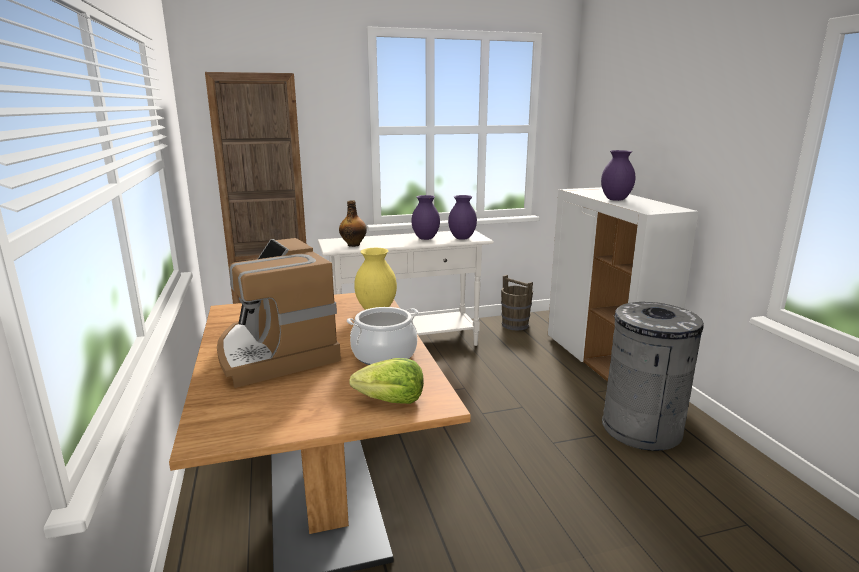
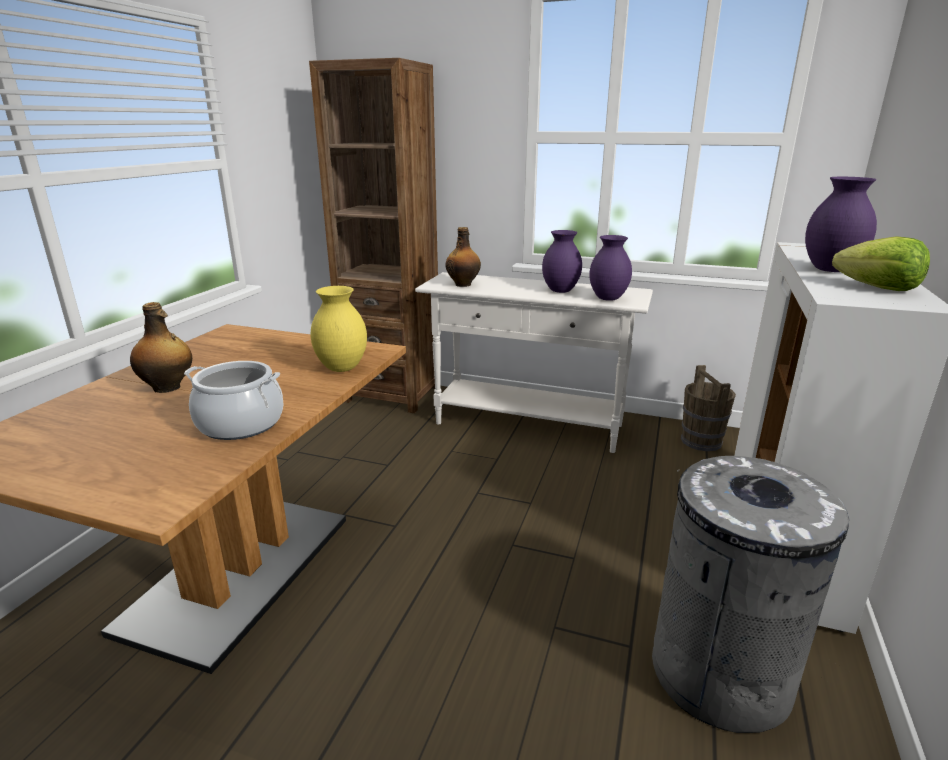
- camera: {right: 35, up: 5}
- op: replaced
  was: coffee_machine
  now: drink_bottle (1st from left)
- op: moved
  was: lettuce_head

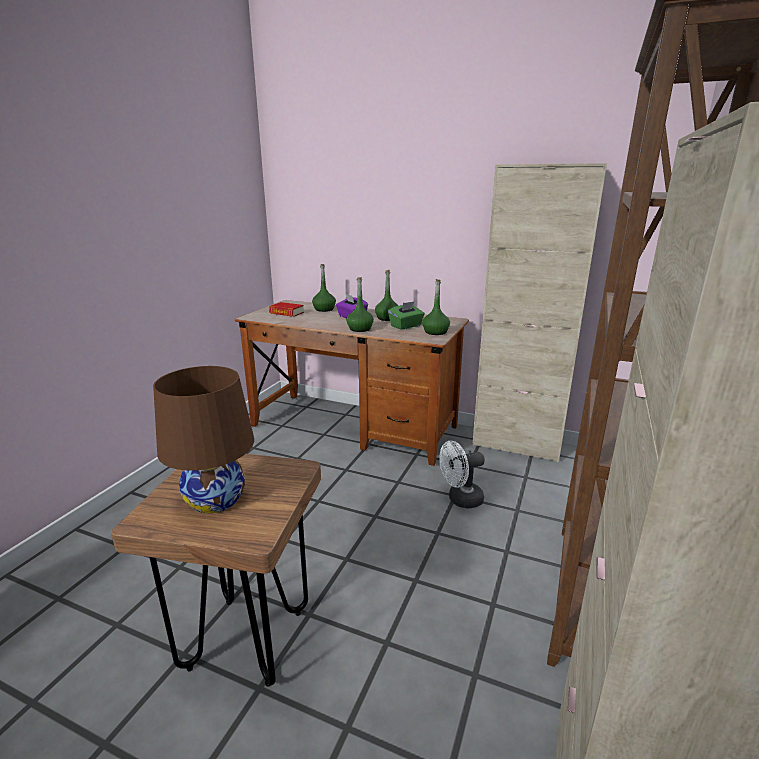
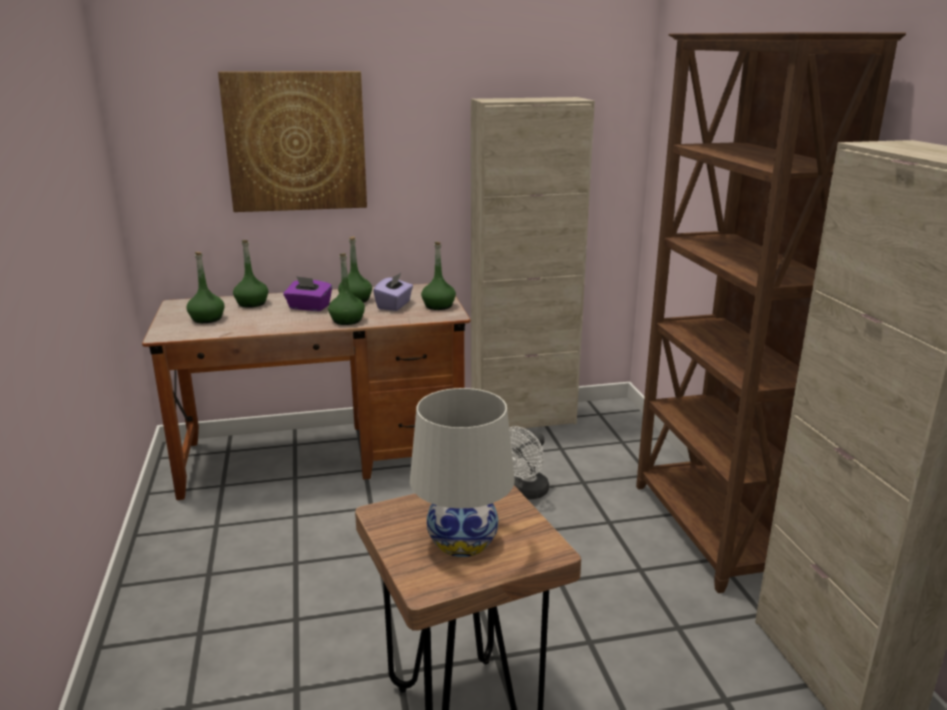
- camera: {right: -35, up: 0}
- op: recoloured
  was: brownish_table_lamp
  now: whitish_table_lamp
- op: replaced
  was: volume
  now: green-coloured_drink_bottle (1st from left)
- op: recoloured
  was: green-coloured_tissue_box
  now: purple-coloured_tissue_box (2nd from left)
- op: added
  now: wall_picture

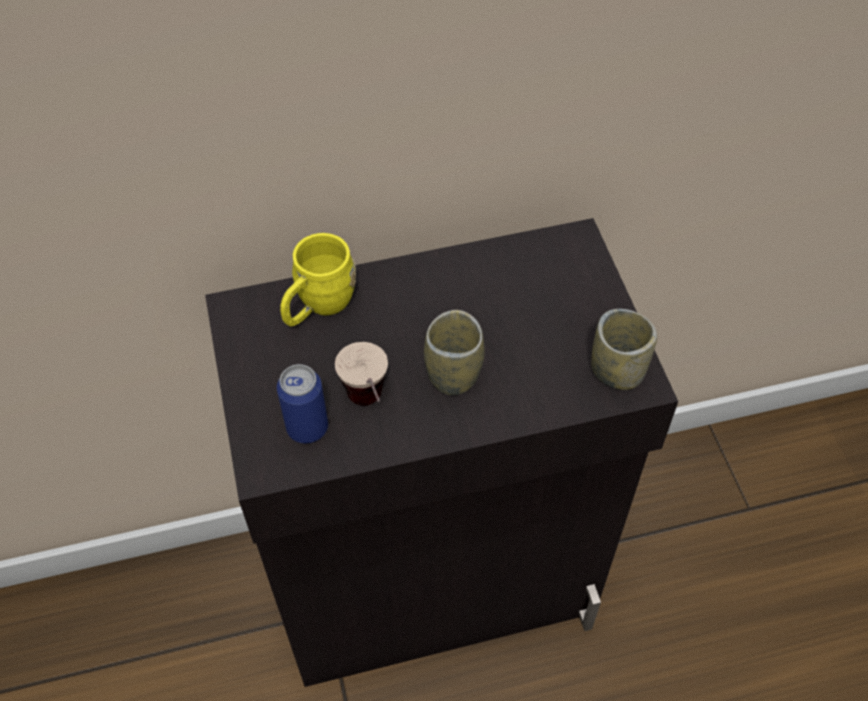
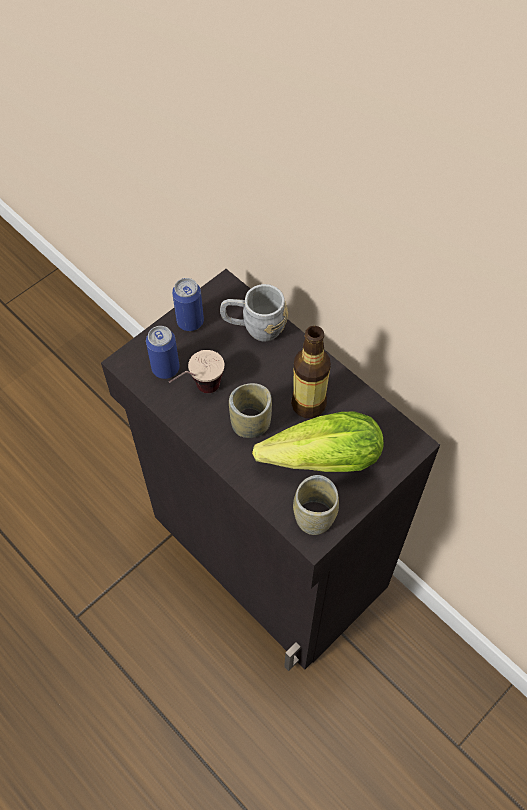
- camera: {right: 60, up: 5}
- op: recoloured
  was: yellowish_coffee_mug
  now: greyish_coffee_mug
- op: added
  now: metal_can (2nd from left)
- op: added
  now: lettuce_head
- op: added
  now: drink_bottle

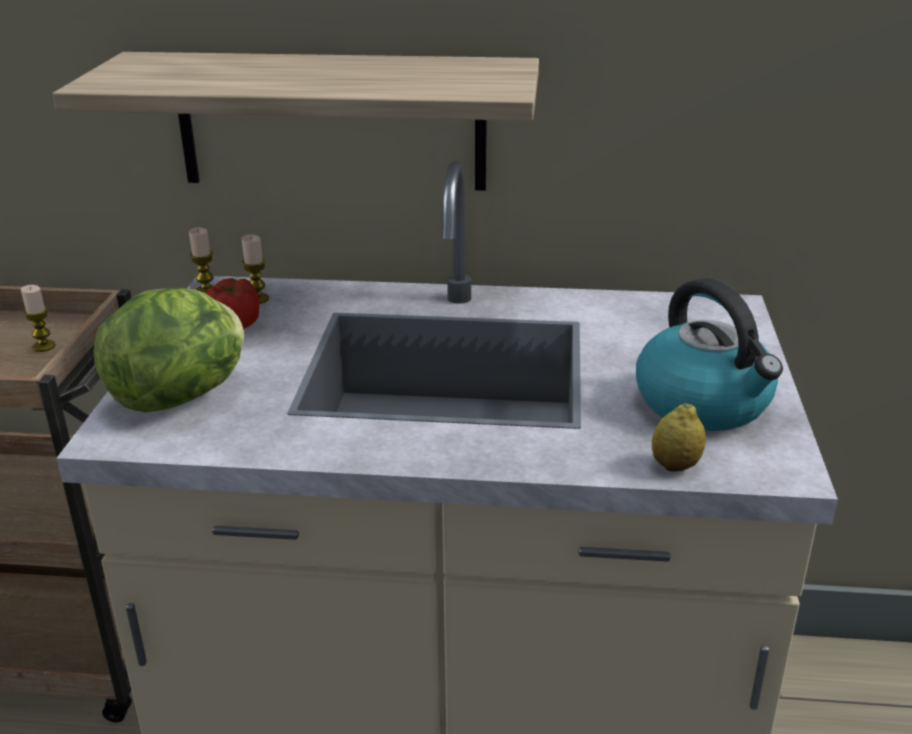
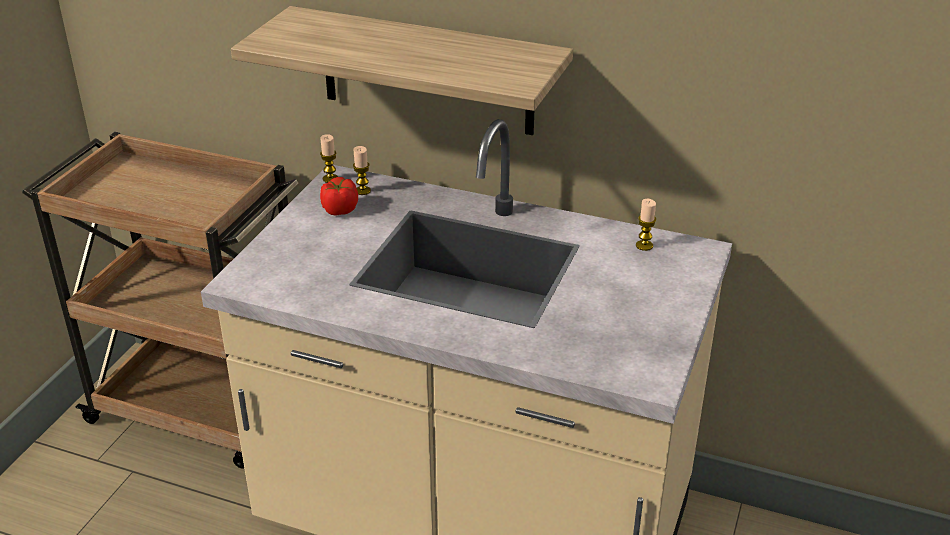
- camera: {right: 15, up: 5}
- op: moved
  was: wax_candle (1st from left in the first image)
  now: wax_candle (3rd from left)
- op: removed
  was: lettuce_head
- op: removed
  was: tea_kettle
- op: removed
  was: whole_lemon

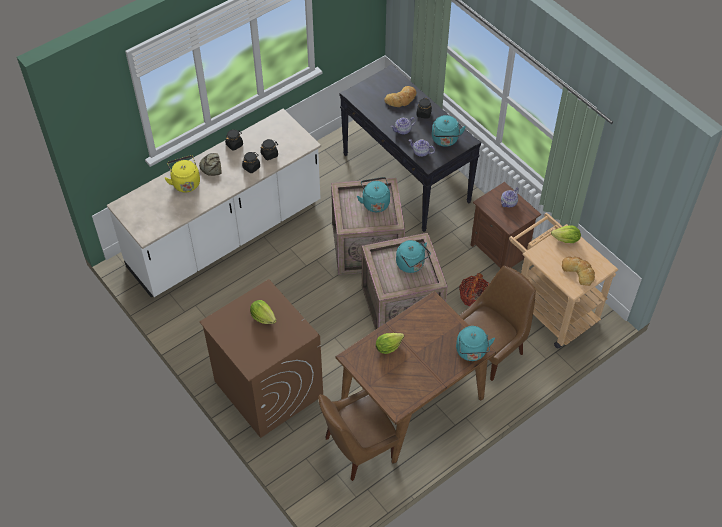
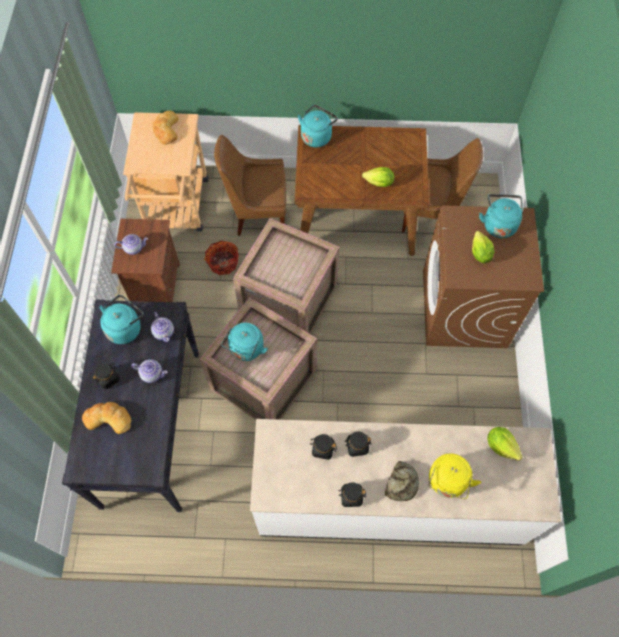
- camera: {right: -140, up: 10}
- op: moved
  was: turquoise-coloured_tea_kettle (2nd from left in the first image)
  now: turquoise-coloured_tea_kettle (4th from left)
- op: moved
  was: lettuce_head (3rd from left)

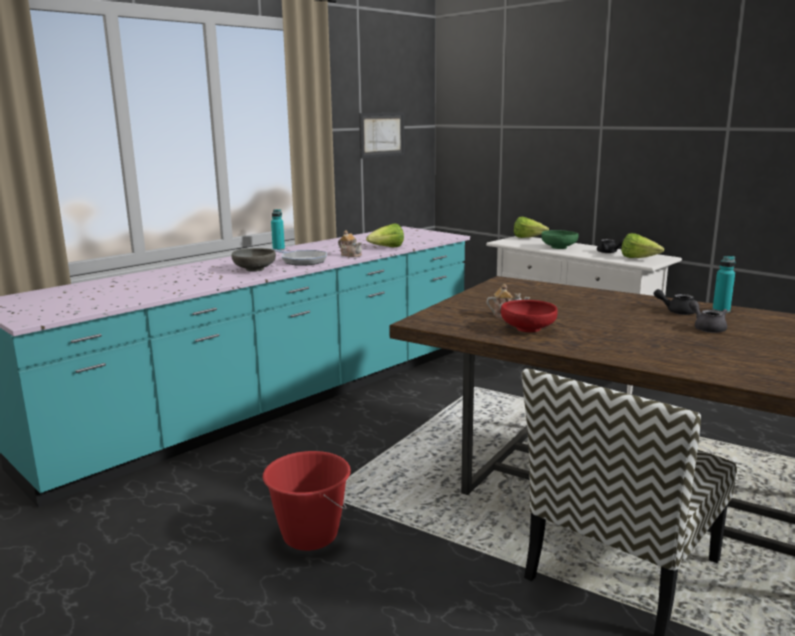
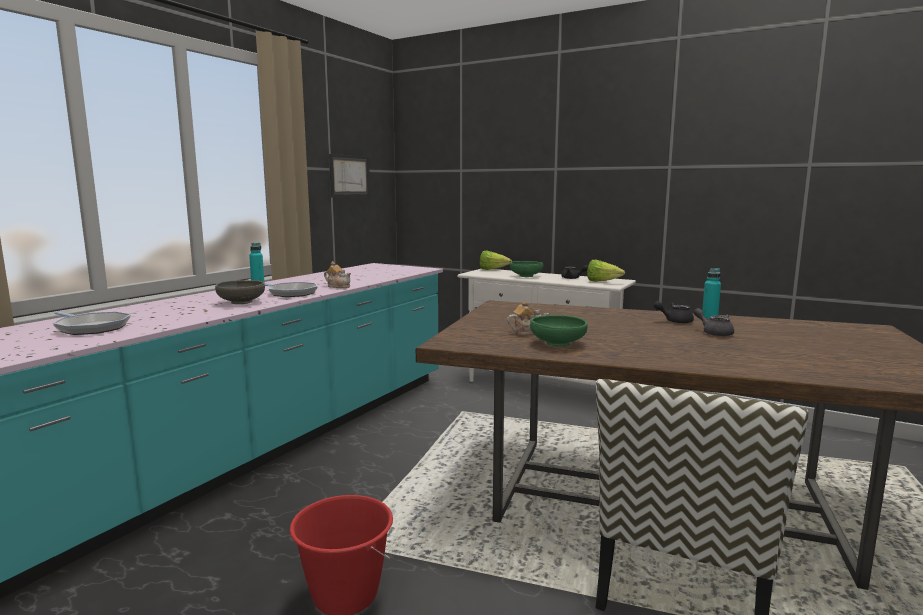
- camera: {right: -15, up: -5}
- op: removed
  was: lettuce_head (1st from left)
- op: recoloured
  was: red_serving_bowl
  now: green-coloured_serving_bowl (2nd from left)
- op: added
  now: skillet (1st from left)

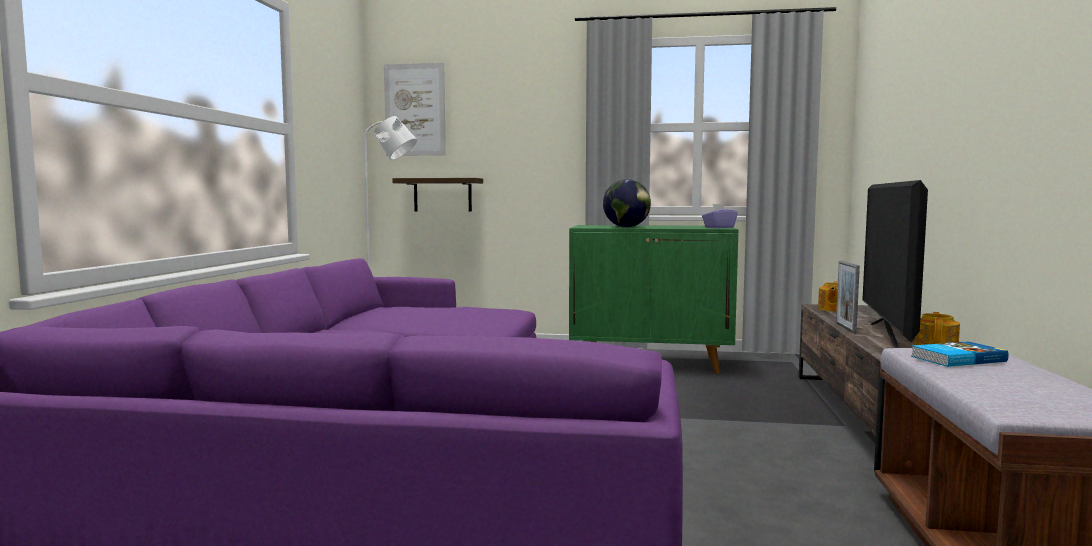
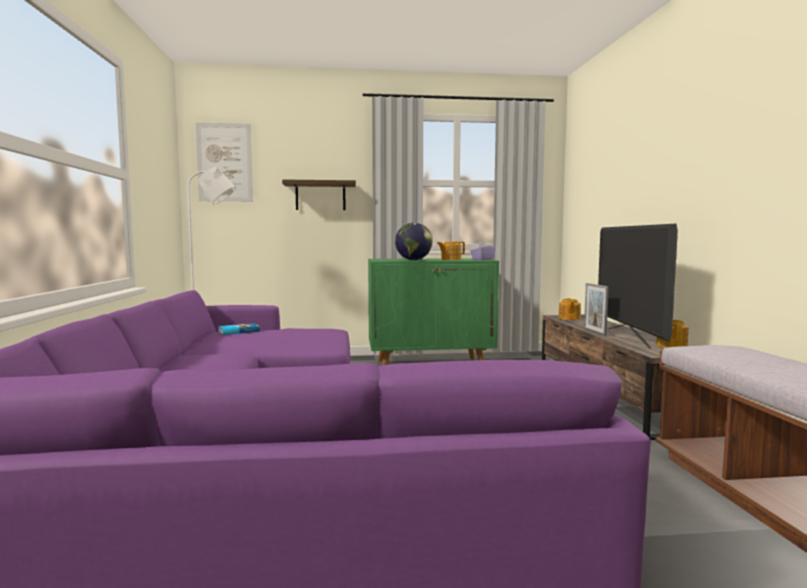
- camera: {right: -15, up: 0}
- op: moved
  was: bracket_shelf
- op: moved
  was: volume
- op: added
  now: teapot (1st from left)

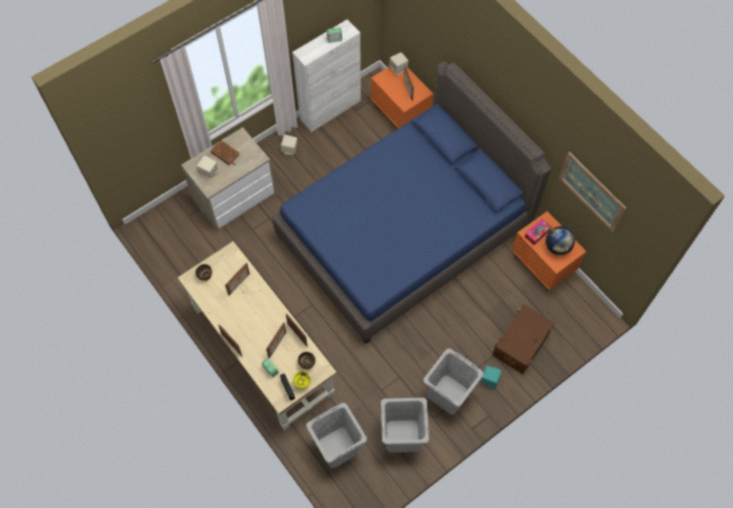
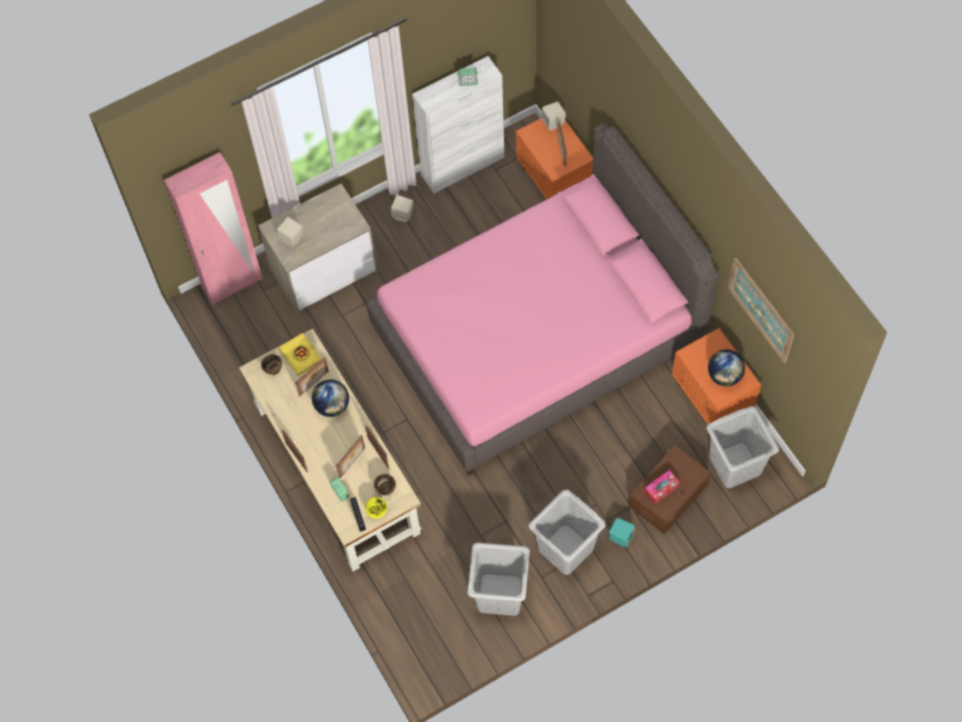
- camera: {right: 10, up: 0}
- op: removed
  was: brownish_volume
- op: recoloured
  was: bluish_sleeping_bed
  now: pink_sleeping_bed
- op: moved
  was: greyish_laundry_basket (1st from left in the first image)
  now: greyish_laundry_basket (3rd from left)
- op: moved
  was: tissue_box
- op: added
  now: pink_wardrobe
- op: added
  now: yellowish_volume
- op: added
  now: desk_globe (1st from left)

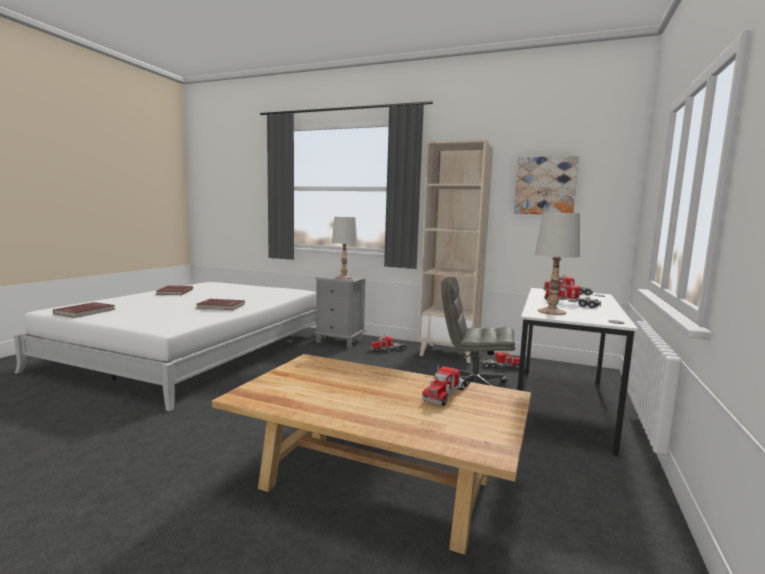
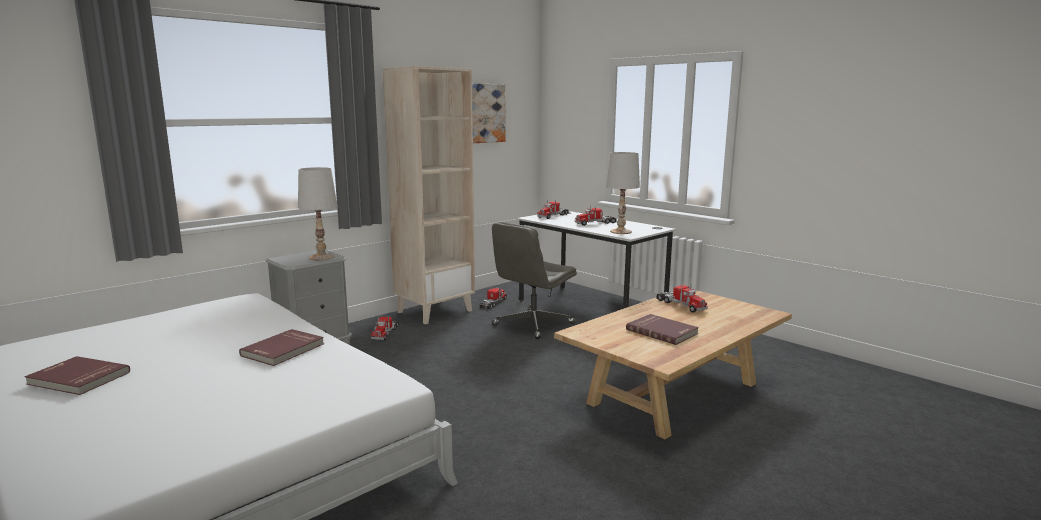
- camera: {right: -65, up: 5}
- op: moved
  was: red_volume (1st from left in the first image)
  now: red_volume (3rd from left)

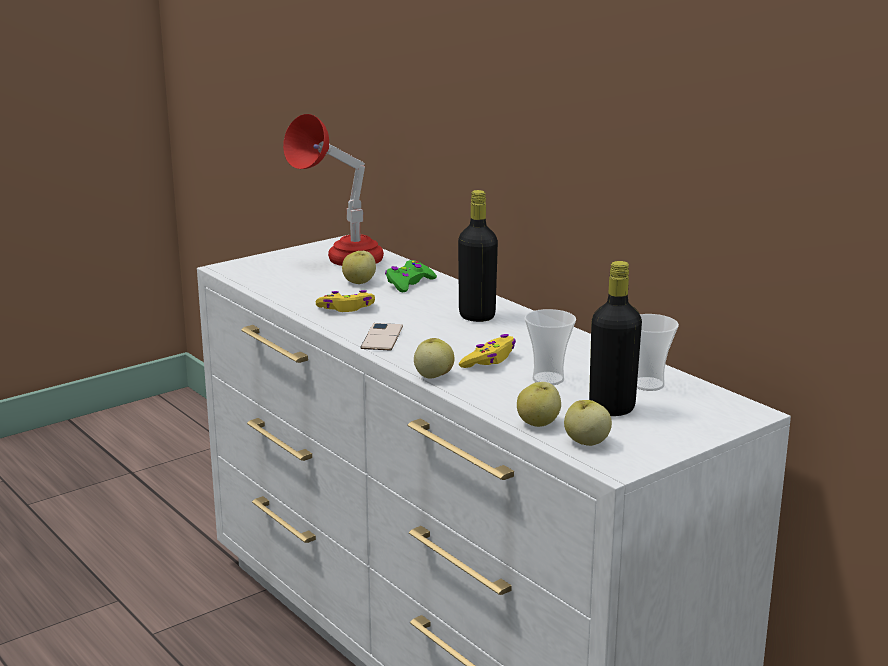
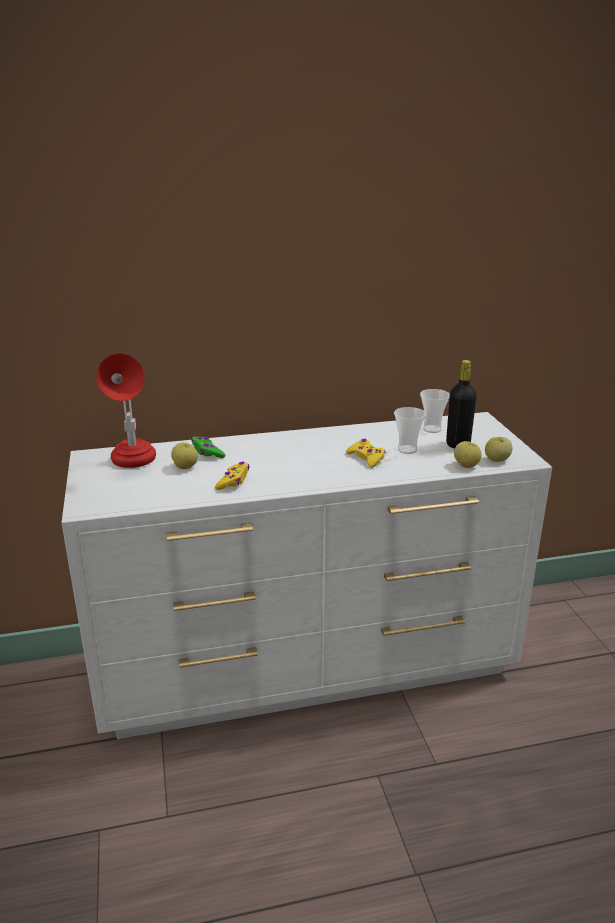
- camera: {right: -65, up: 5}
- op: removed
  was: handset
- op: removed
  was: whole_apple (2nd from left)
- op: removed
  was: black-coloured_drink_bottle (1st from left)

